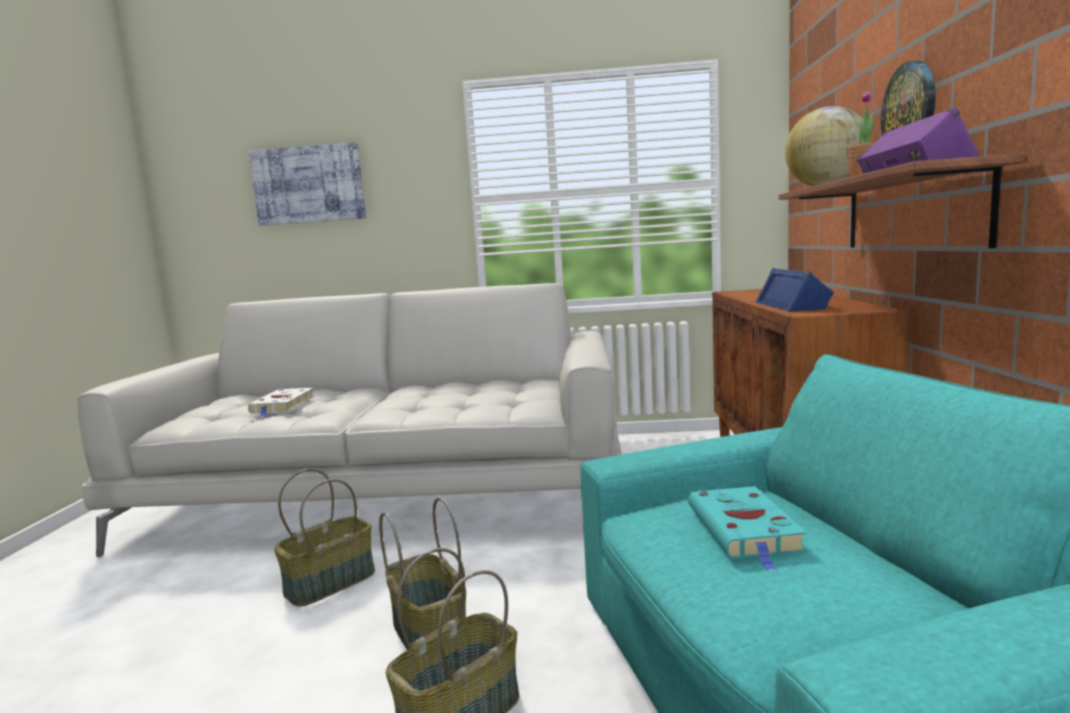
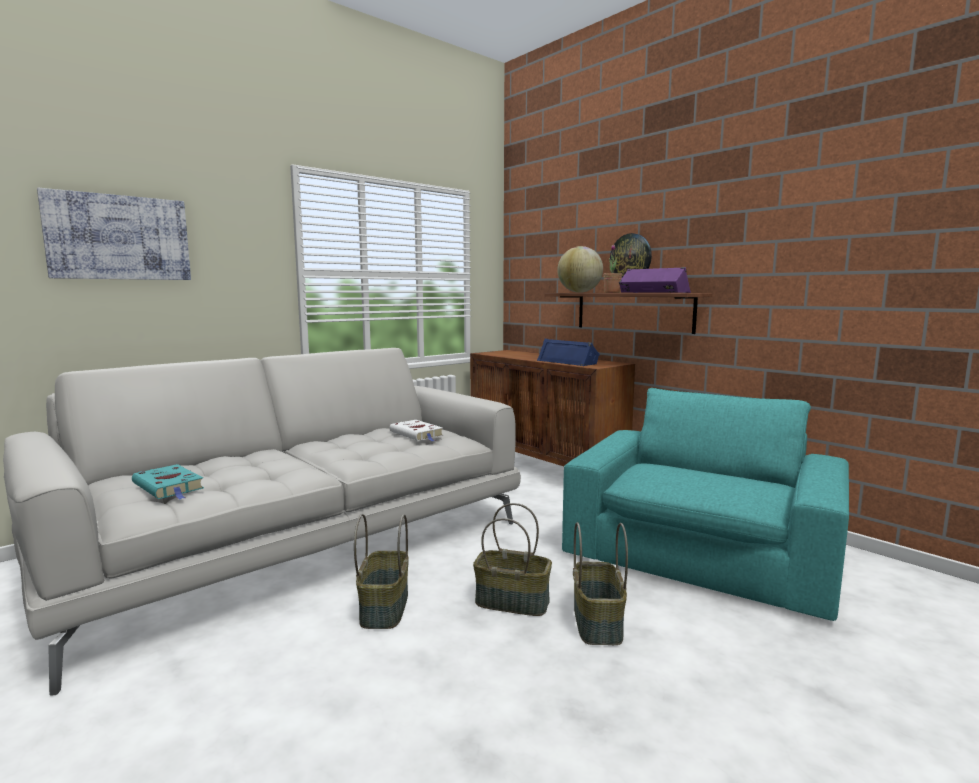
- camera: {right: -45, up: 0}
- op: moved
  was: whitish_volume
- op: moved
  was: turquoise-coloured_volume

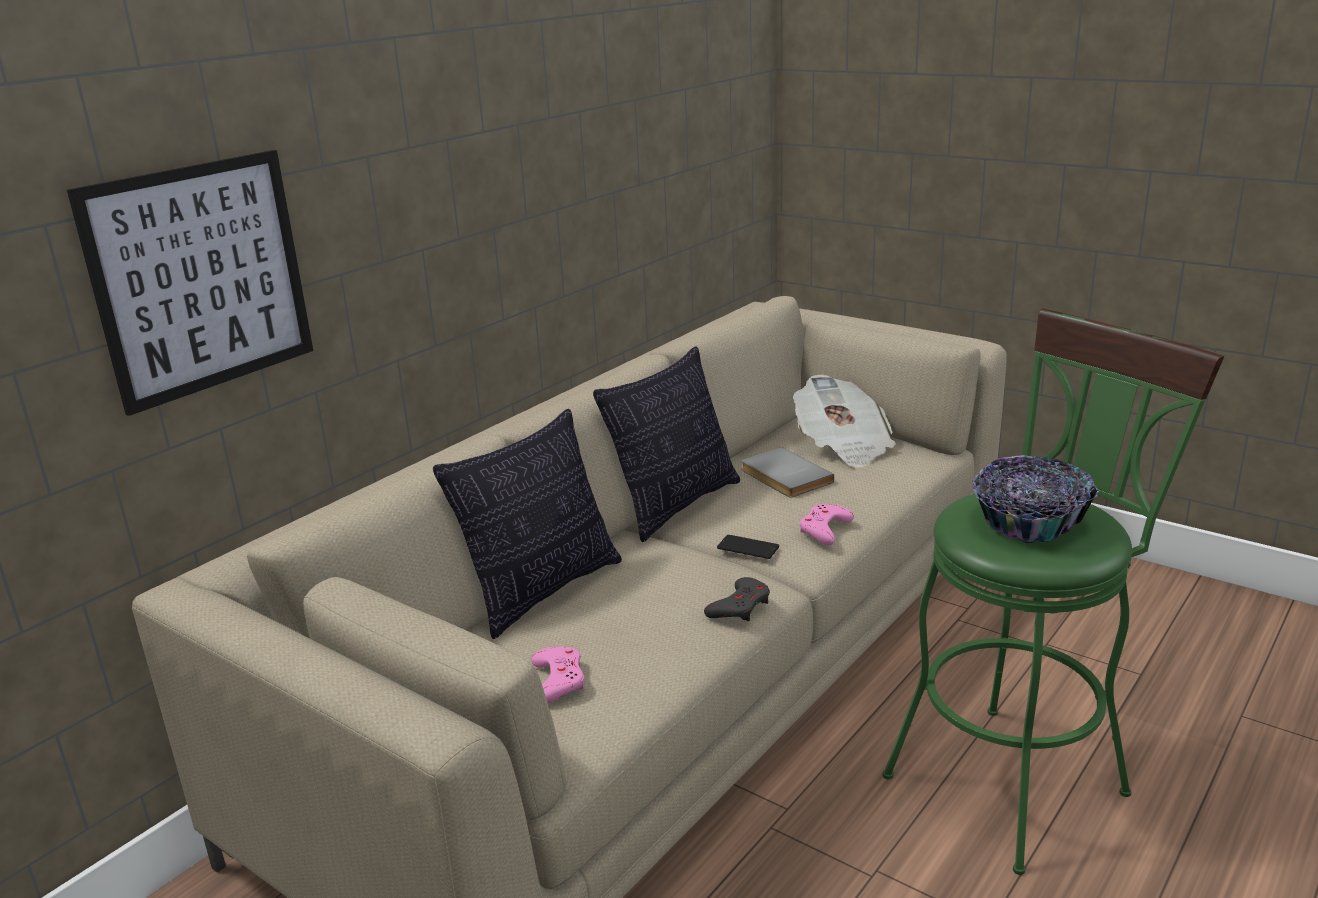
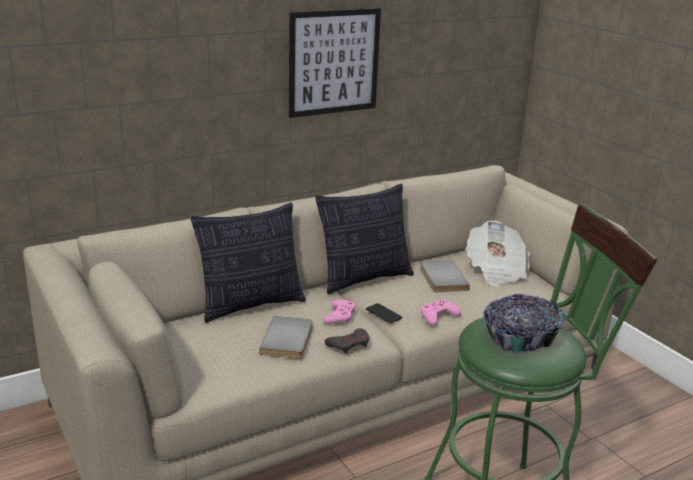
- camera: {right: 20, up: 0}
- op: moved
  was: wall_picture
- op: moved
  was: pink_game_controller (1st from left)
- op: added
  now: greyish_volume (1st from left)

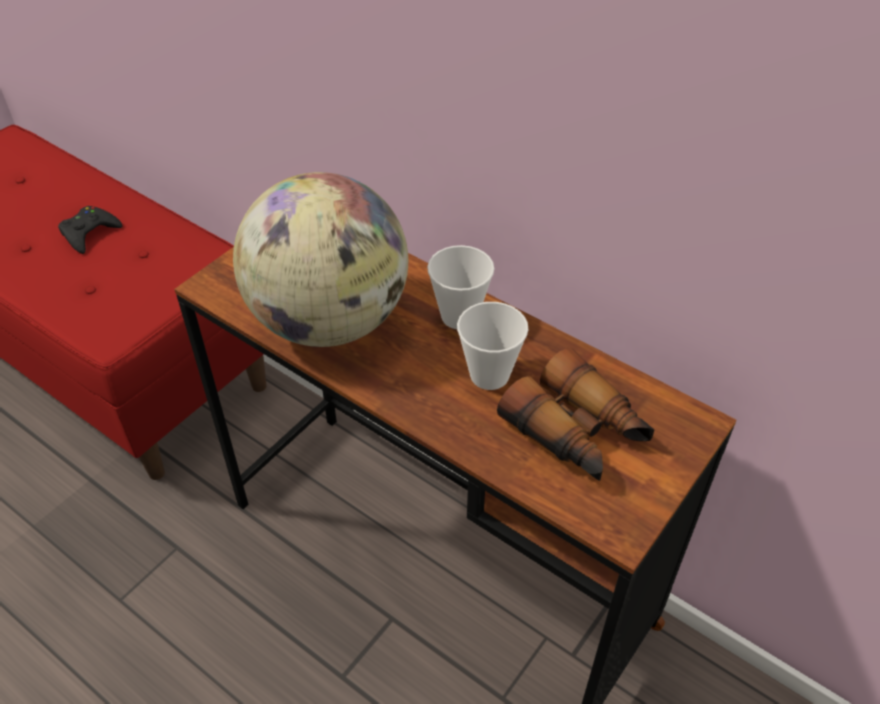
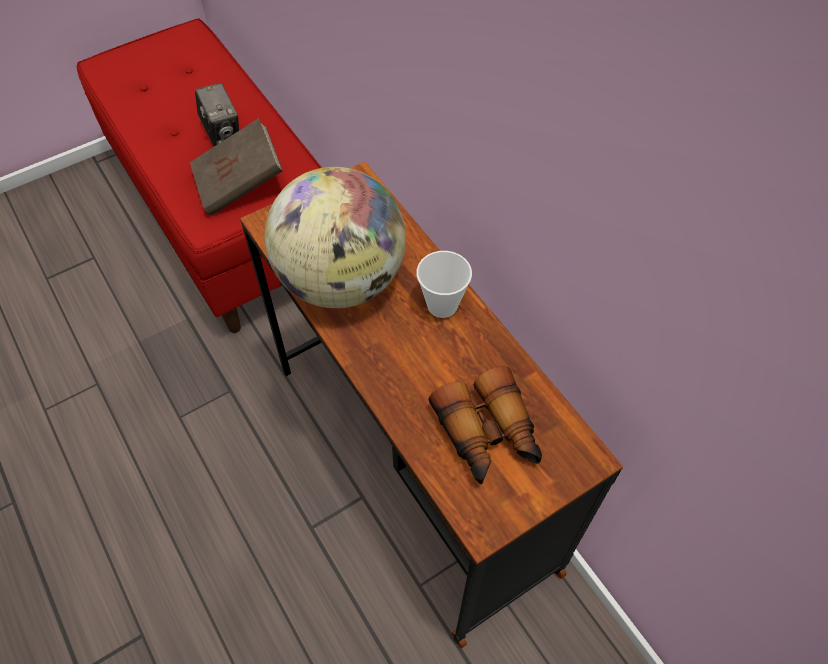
- camera: {right: 20, up: 10}
- op: replaced
  was: black-coloured_game_controller
  now: still_camera
- op: removed
  was: small_cup (2nd from left)
- op: added
  now: brownish_volume

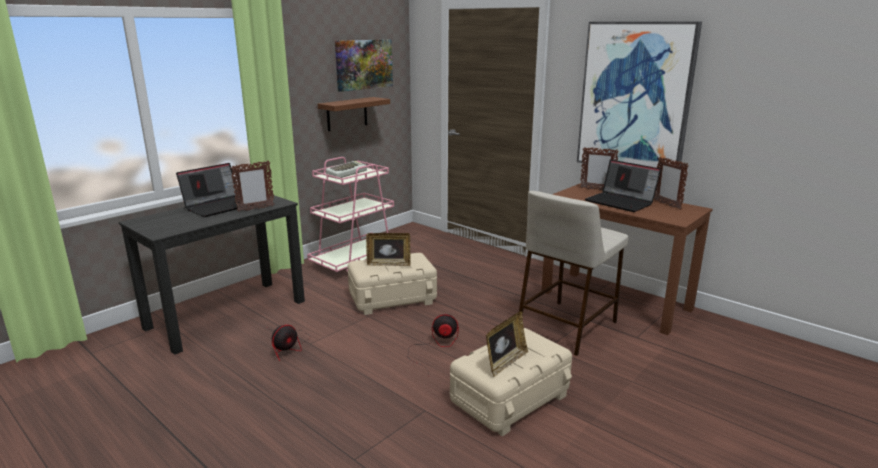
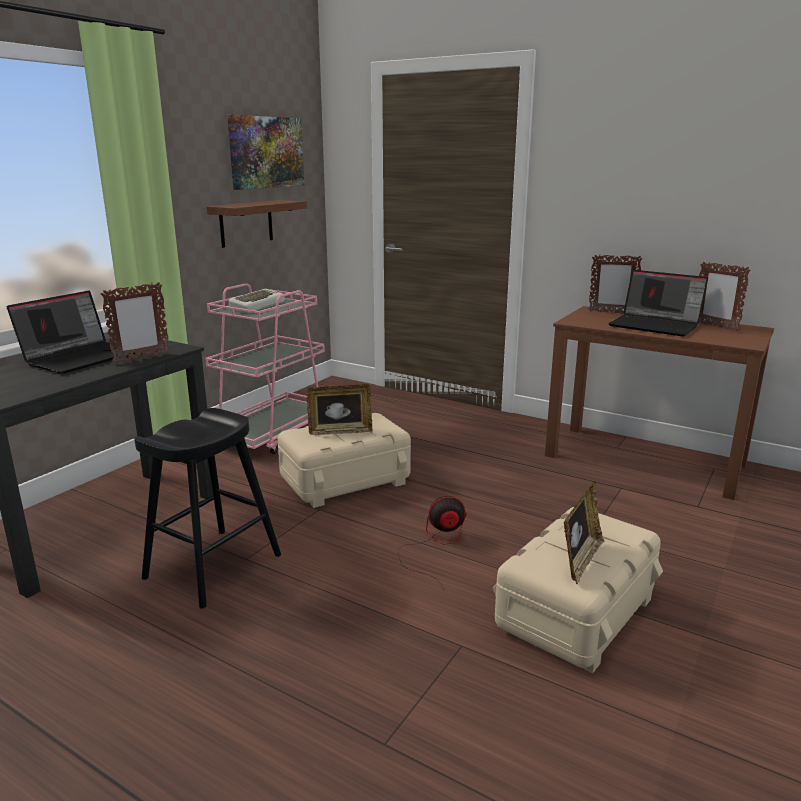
- camera: {right: -10, up: 0}
- op: replaced
  was: cooling_fan (1st from left)
  now: black-coloured_stool_seat
- op: removed
  was: beige-coloured_stool_seat
- op: removed
  was: wall_picture (2nd from left)

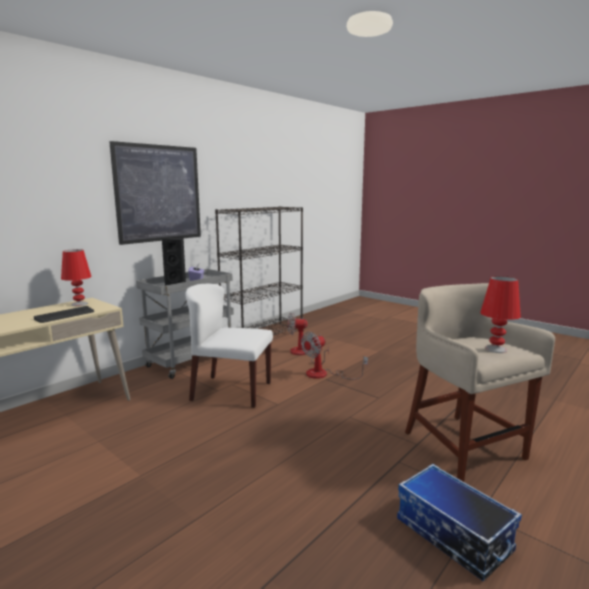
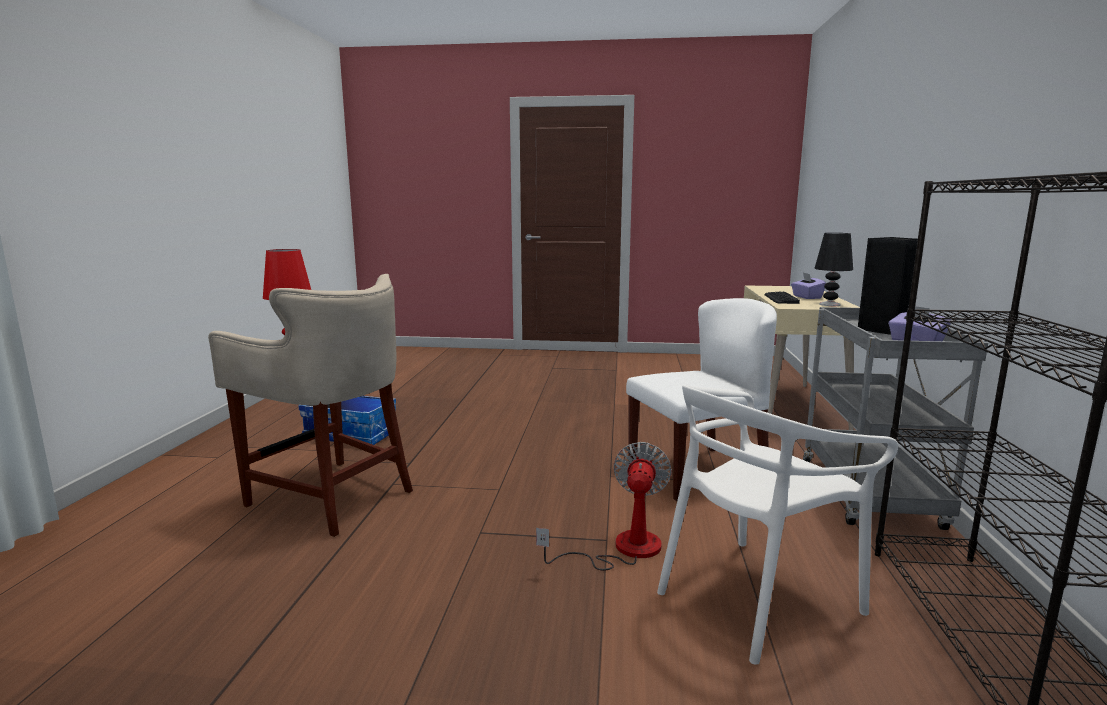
- camera: {right: 145, up: 0}
- op: recoloured
  was: red_table_lamp (1st from left)
  now: black-coloured_table_lamp
- op: removed
  was: wall_picture
- op: replaced
  was: cooling_fan (1st from left)
  now: whitish_chair (2nd from left)
- op: added
  now: purple-coloured_tissue_box (1st from left)

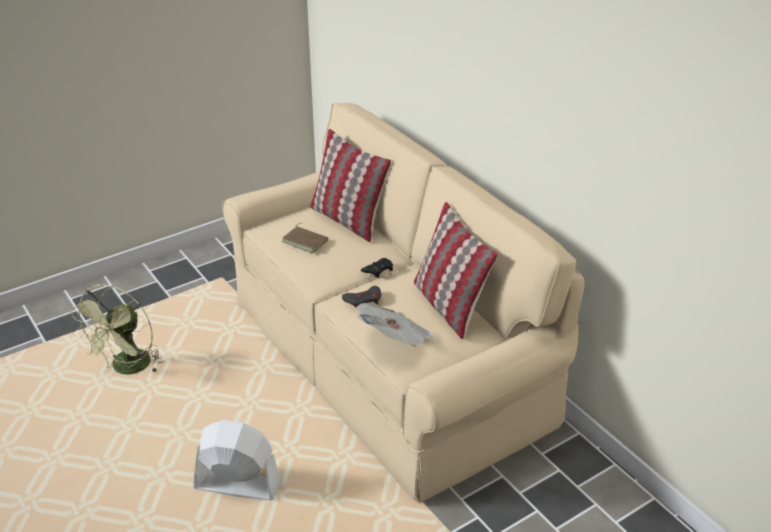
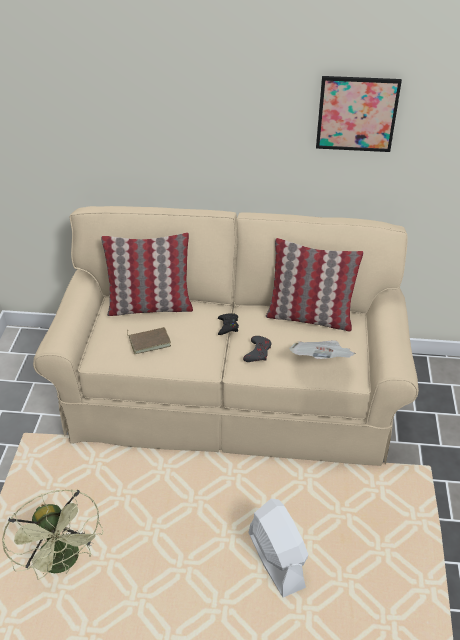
- camera: {right: -50, up: 5}
- op: turned
  was: whitish_cooling_fan
  clockwise: 105
- op: added
  now: wall_picture

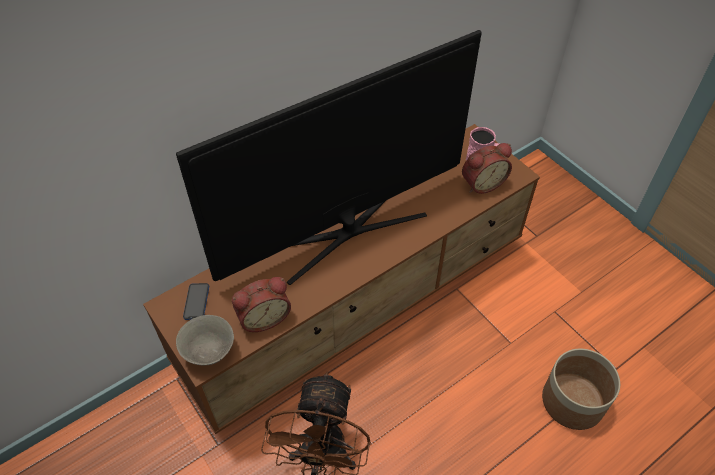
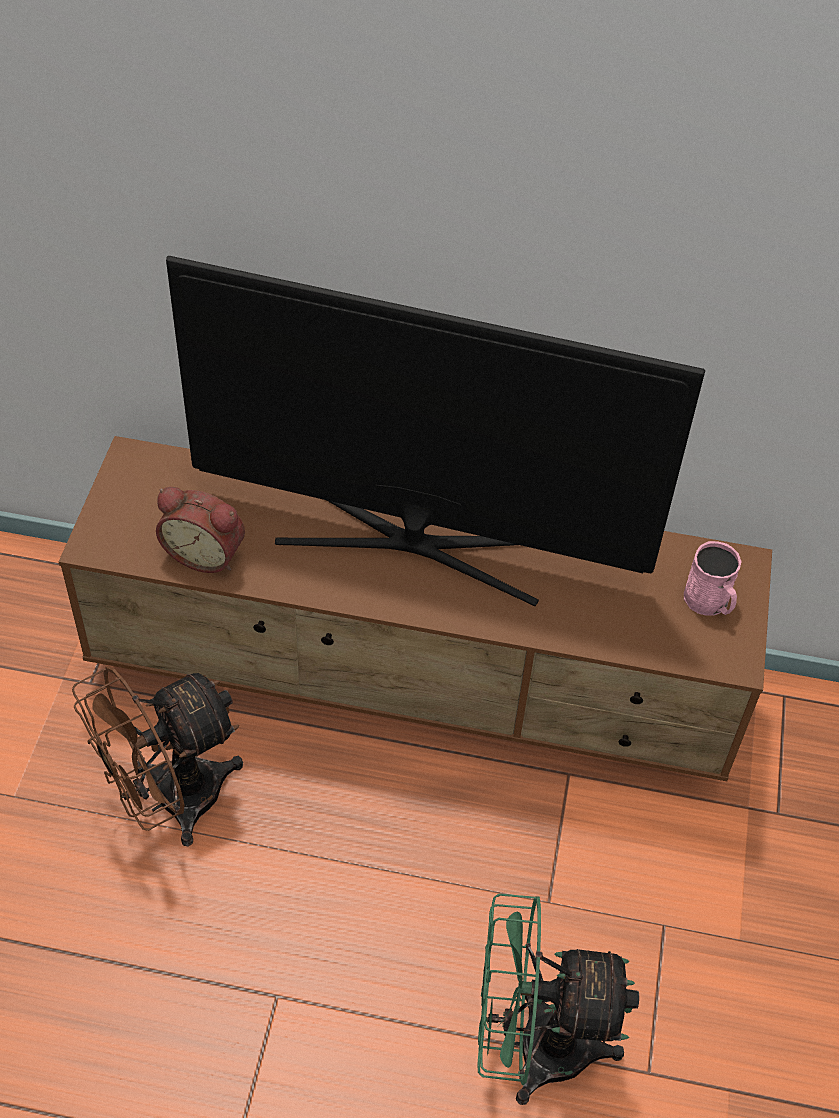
- camera: {right: 45, up: 0}
- op: removed
  was: greyish_serving_bowl
- op: removed
  was: handset
- op: removed
  was: bedside_clock (2nd from left)
- op: replaced
  was: flower_pot
  now: green-coloured_cooling_fan

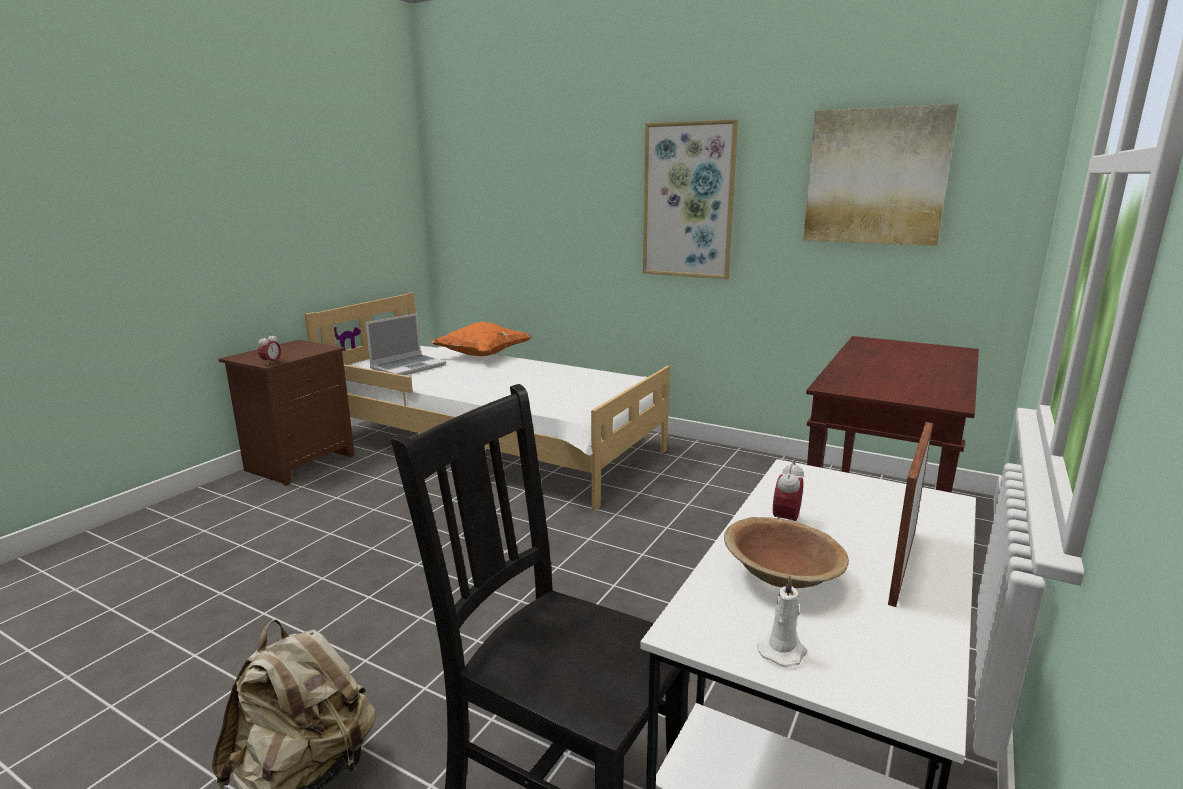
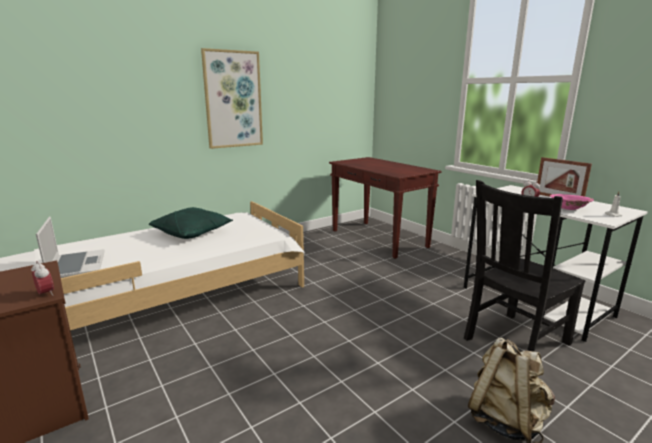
- camera: {right: -65, up: 0}
- op: removed
  was: orangey_pillow
- op: recoloured
  was: brownish_serving_bowl
  now: pink_serving_bowl
- op: removed
  was: wall_picture (2nd from left)
- op: added
  now: green-coloured_pillow

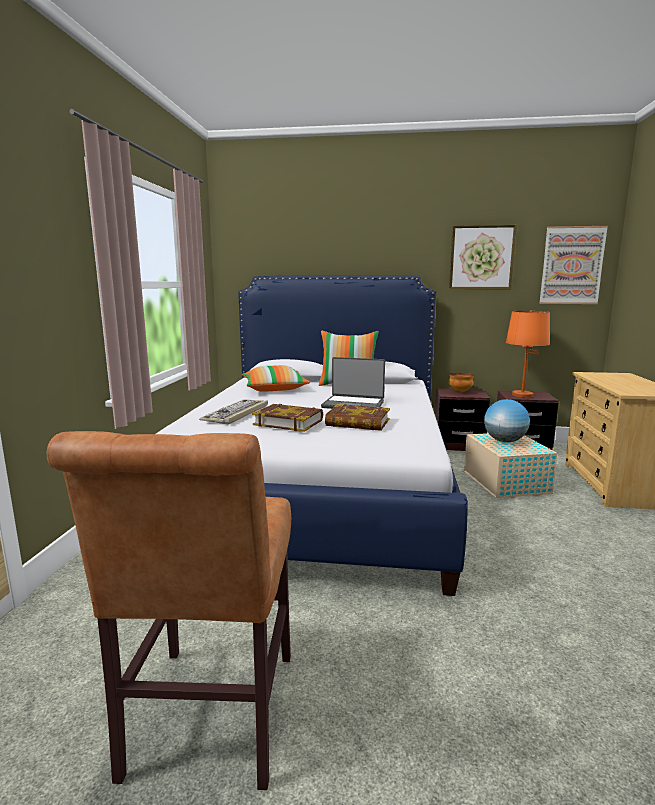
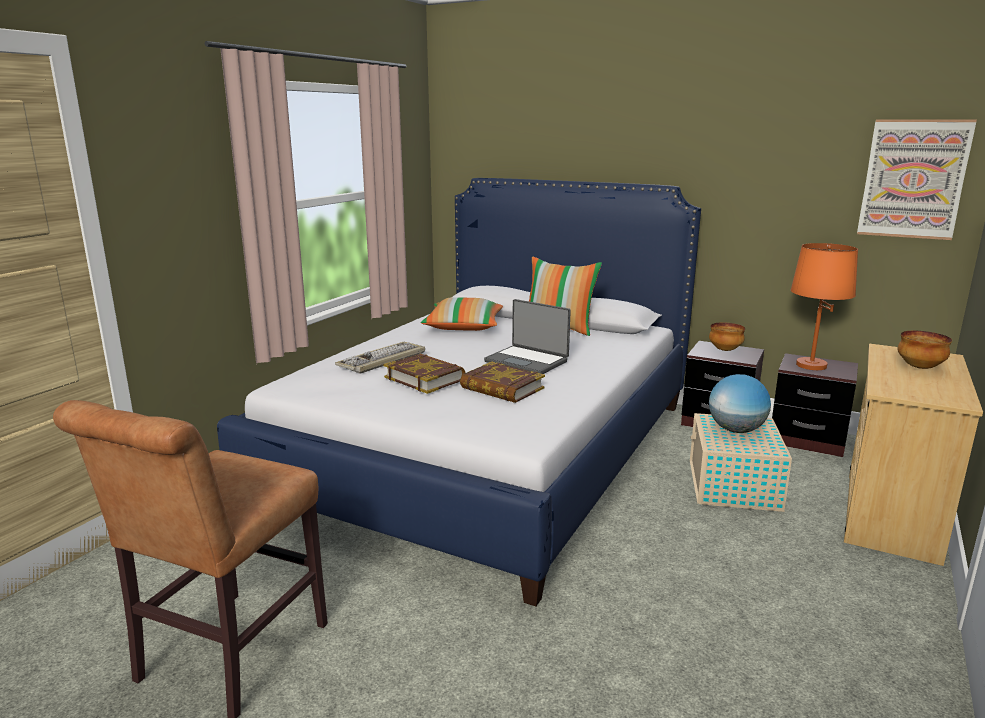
- camera: {right: 20, up: 5}
- op: removed
  was: wall_picture (1st from left)
- op: added
  now: serving_bowl (2nd from left)

